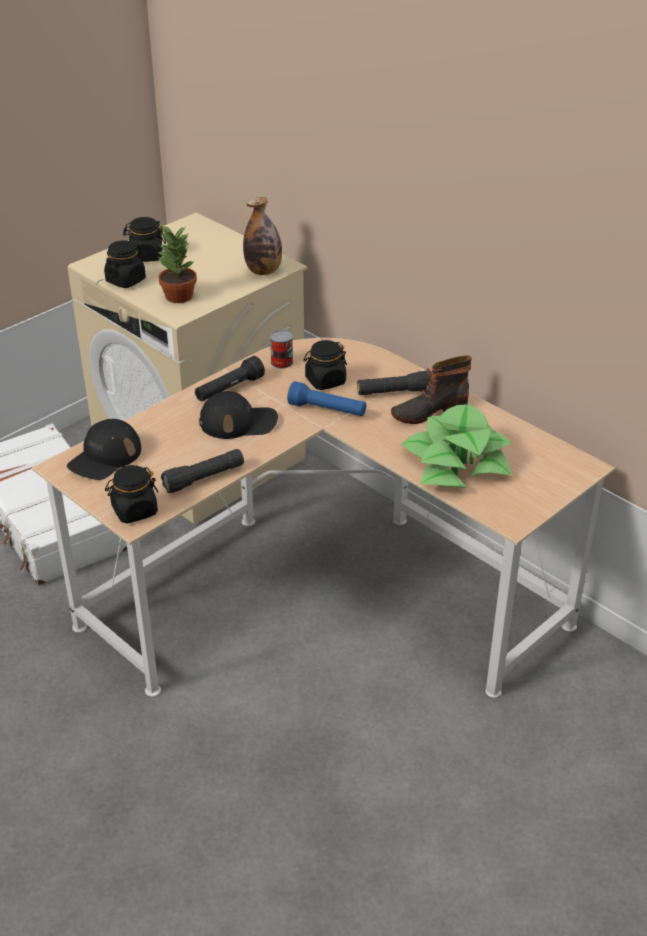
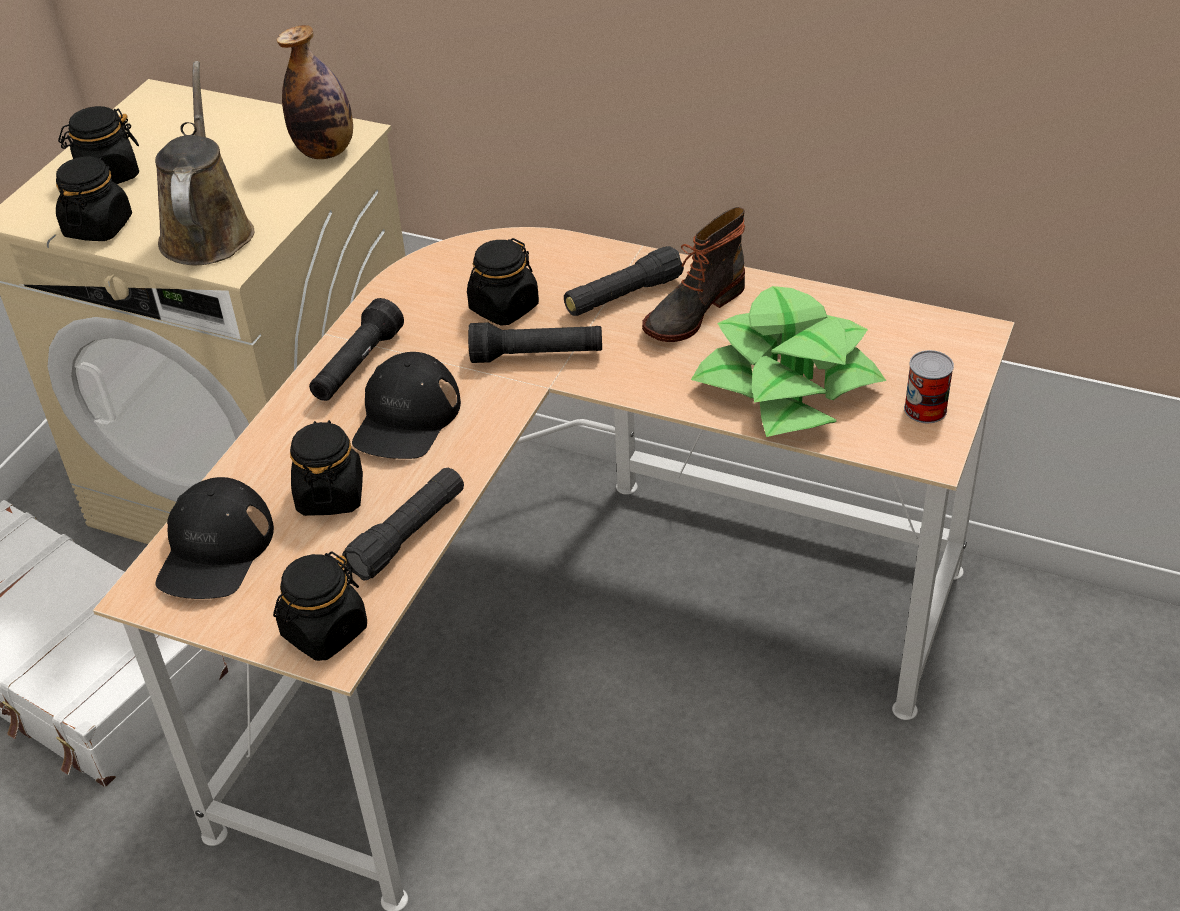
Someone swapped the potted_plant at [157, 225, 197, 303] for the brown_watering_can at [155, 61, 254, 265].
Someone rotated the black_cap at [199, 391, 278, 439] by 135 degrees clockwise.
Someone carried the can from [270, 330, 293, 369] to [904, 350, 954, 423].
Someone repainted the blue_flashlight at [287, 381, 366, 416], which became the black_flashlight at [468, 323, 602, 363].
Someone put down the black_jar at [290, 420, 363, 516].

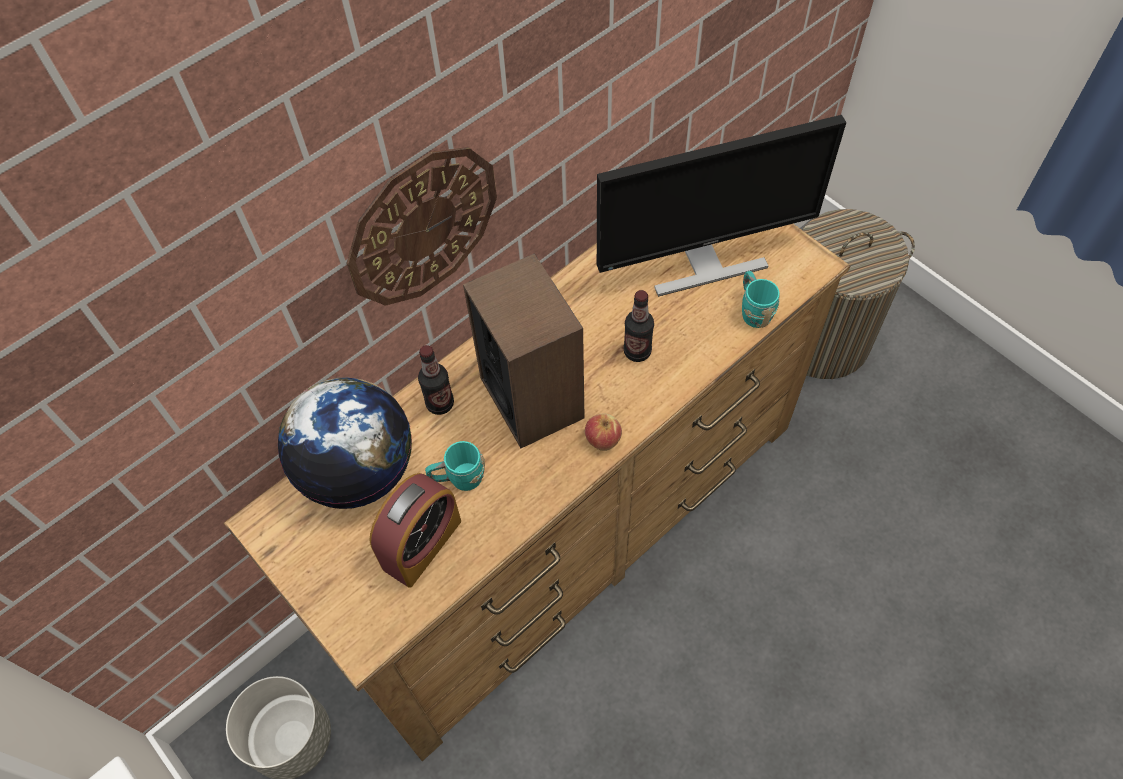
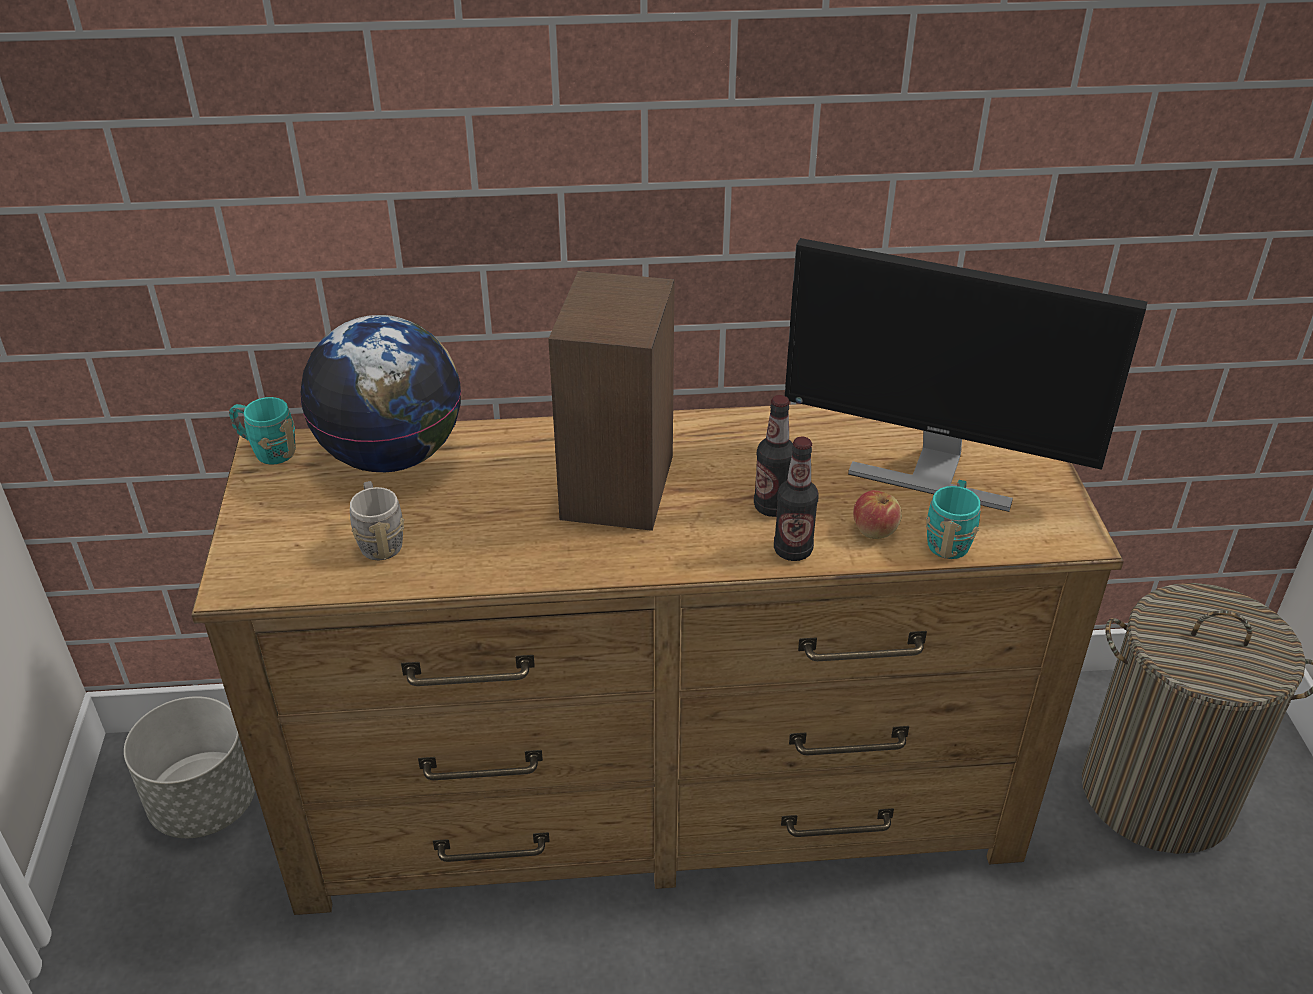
Someone took away the wall_clock at [346, 147, 497, 306].
Someone swapped the alarm_clock at [369, 473, 461, 587] for the grey_mug at [350, 481, 404, 561].
Someone carried the bottle from [418, 345, 454, 415] to [774, 437, 818, 561].
Someone carried the turquoise_mug from [425, 441, 485, 491] to [229, 397, 296, 465].
Someone carried the apple from [585, 414, 622, 451] to [853, 490, 902, 539].

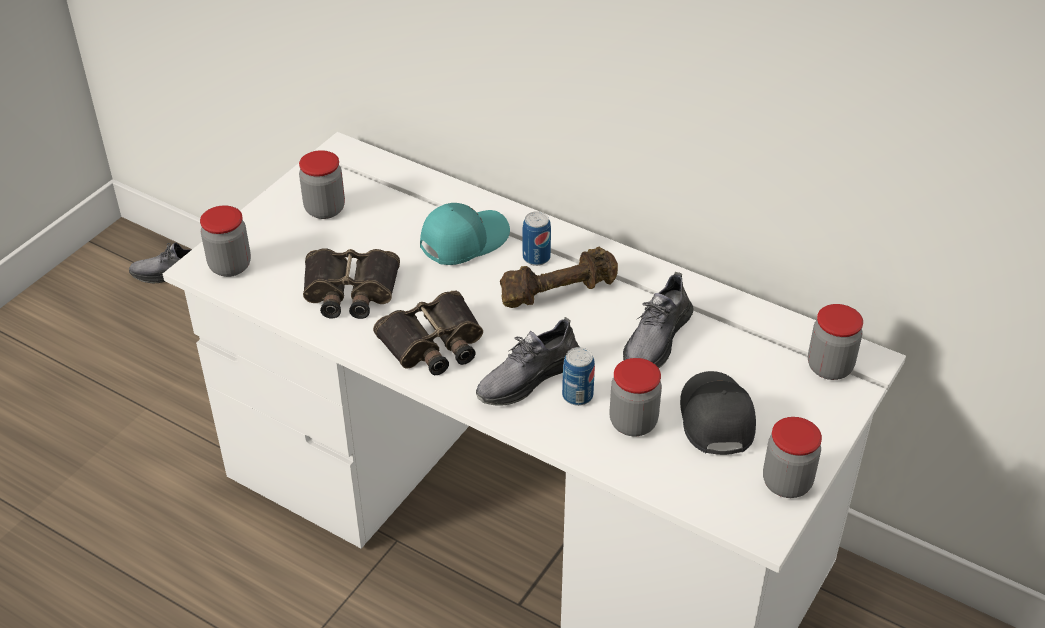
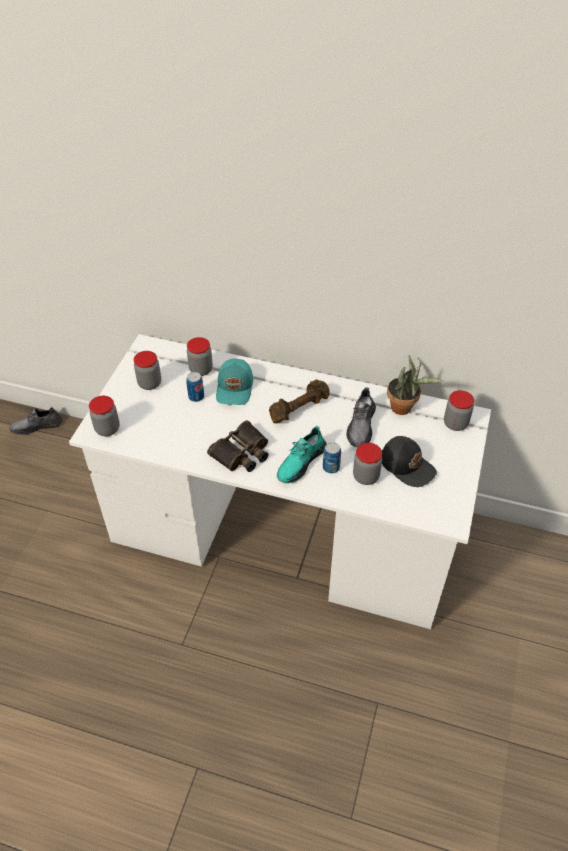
Someone took away the binoculars at [303, 248, 400, 319].
Someone rotated the turquoise_cap at [420, 203, 510, 265] by 150 degrees clockwise.
Someone repainted the grey_shoe at [476, 317, 580, 406], which became the turquoise_shoe at [277, 426, 327, 483].
Someone carried the can from [523, 211, 551, 266] to [186, 372, 204, 402].
Someone rotated the black_cap at [680, 371, 756, 455] by 150 degrees clockwise.
Someone carried the jar from [763, 417, 822, 498] to [187, 337, 213, 376].
Someone put down the potted_plant at [387, 355, 444, 415].

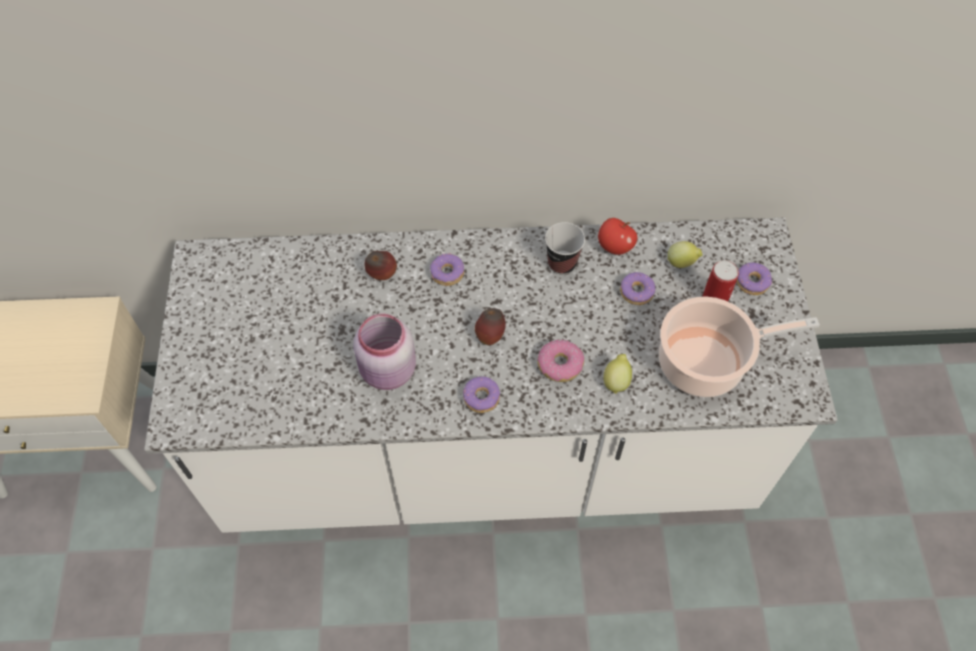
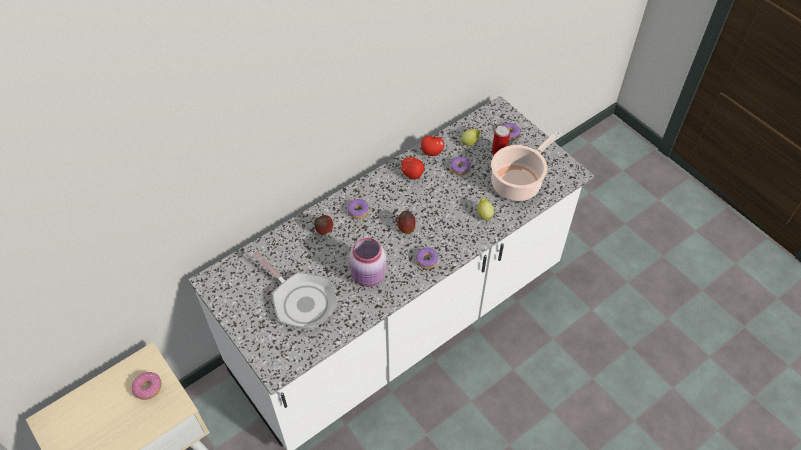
Someone carried the donut from [537, 340, 584, 382] to [132, 372, 162, 400].
Someone swapped the cup at [545, 222, 585, 275] for the apple at [401, 157, 424, 179].
Someone put down the frying_pan at [251, 251, 338, 330].

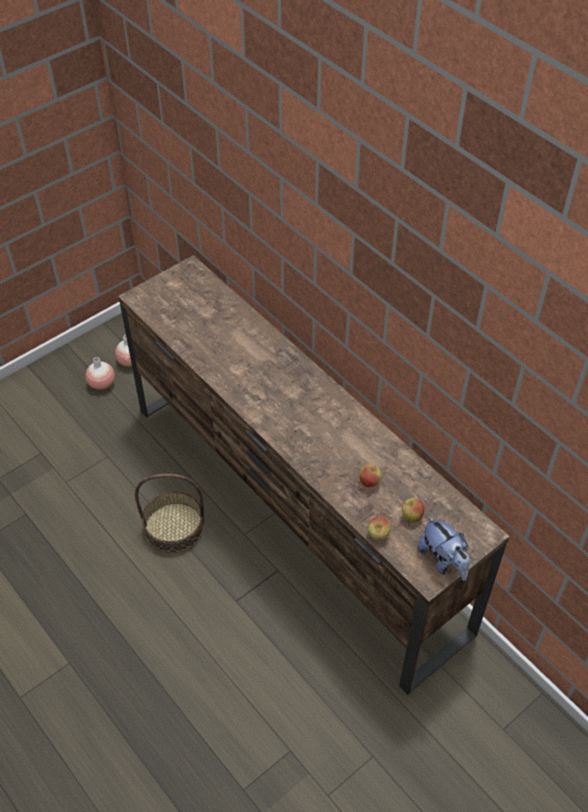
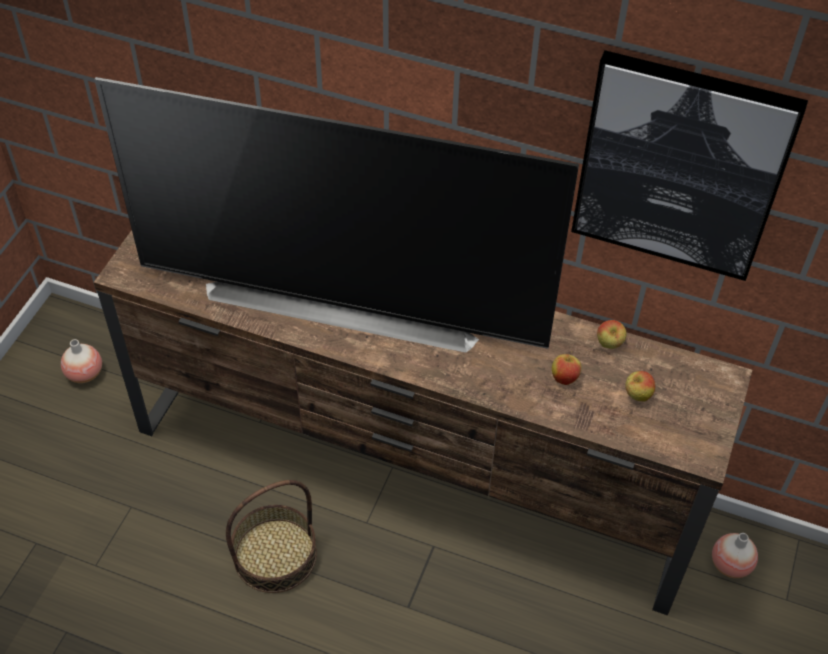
Someone carried the vase from [86, 357, 115, 390] to [712, 533, 758, 578].
Someone carried the apple from [368, 517, 391, 540] to [597, 320, 626, 349].
Someone took away the plush_toy at [417, 515, 470, 581].
Someone put down the television at [94, 77, 579, 353].
Someone put up the picture at [571, 50, 808, 281].

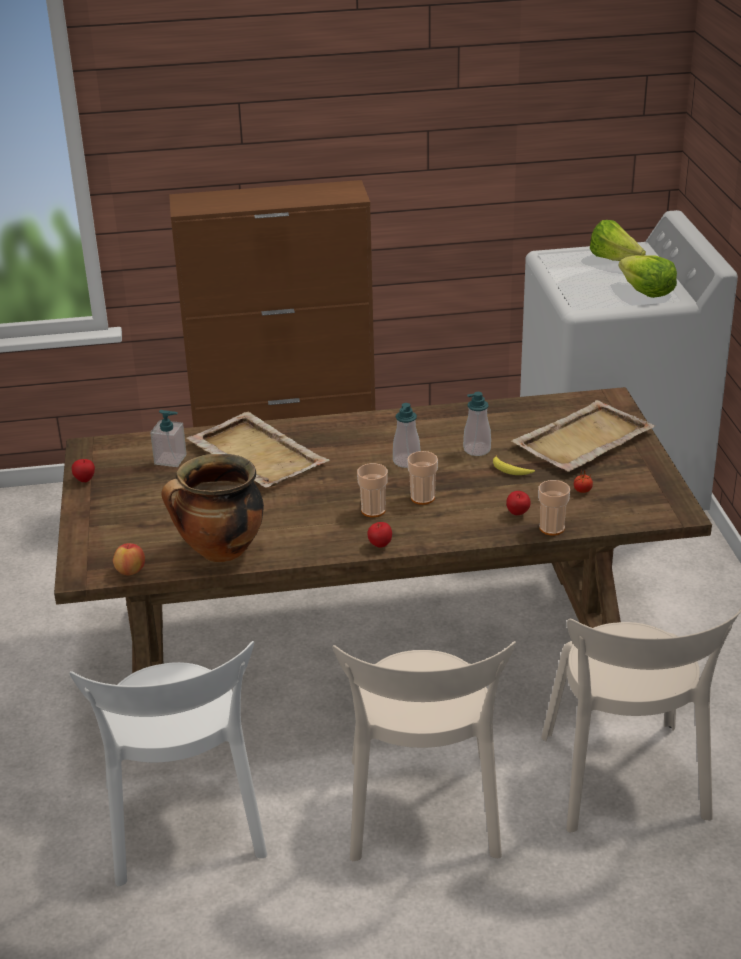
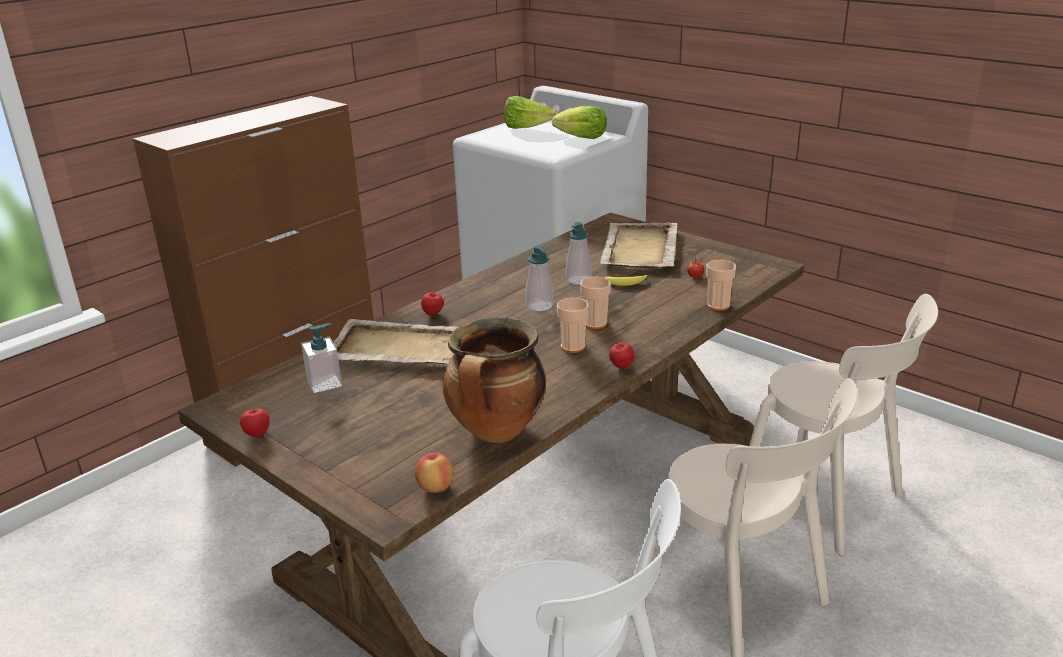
Someone carried the apple from [506, 491, 531, 515] to [421, 292, 444, 316].

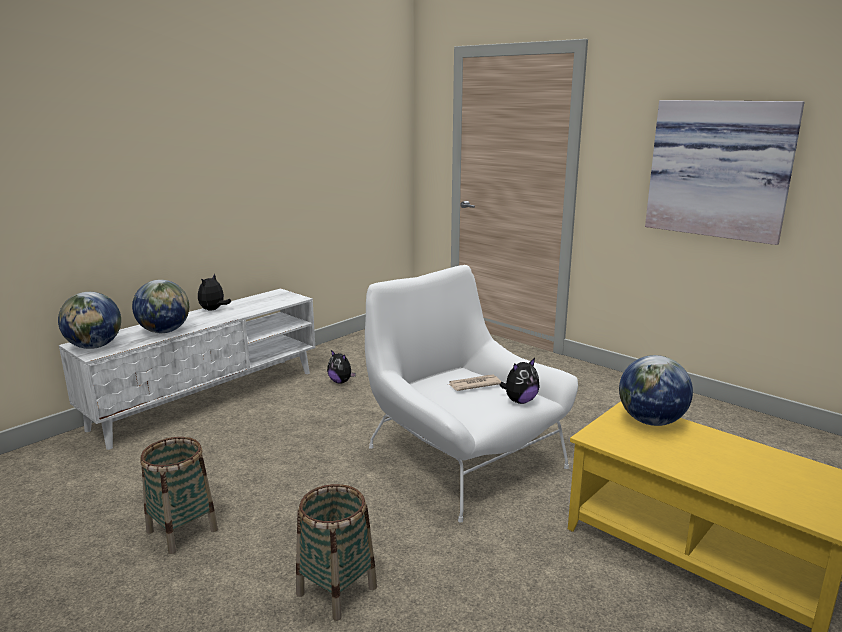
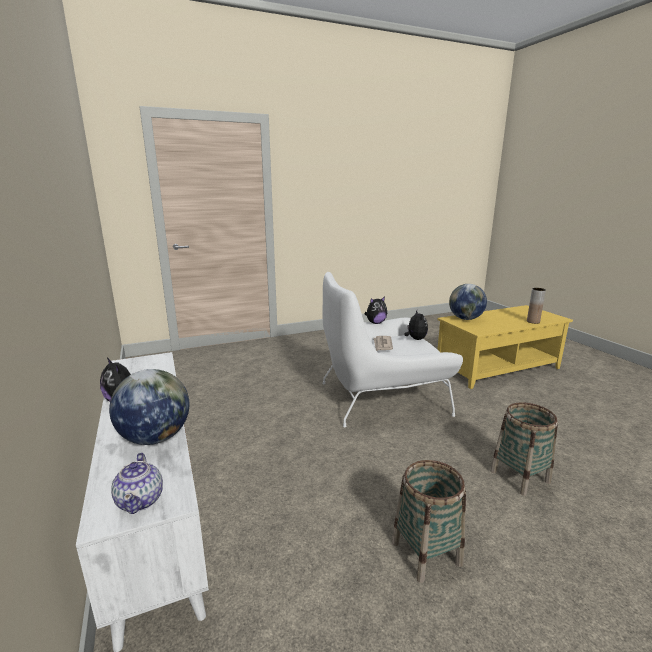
Someone swapped the globe at [58, 292, 121, 349] for the teapot at [111, 453, 163, 514].
Someone carried the plush_toy from [327, 350, 356, 384] to [364, 296, 387, 324].
Someone took away the picture at [645, 100, 805, 245].
Someone put down the brown_vase at [527, 288, 546, 324].

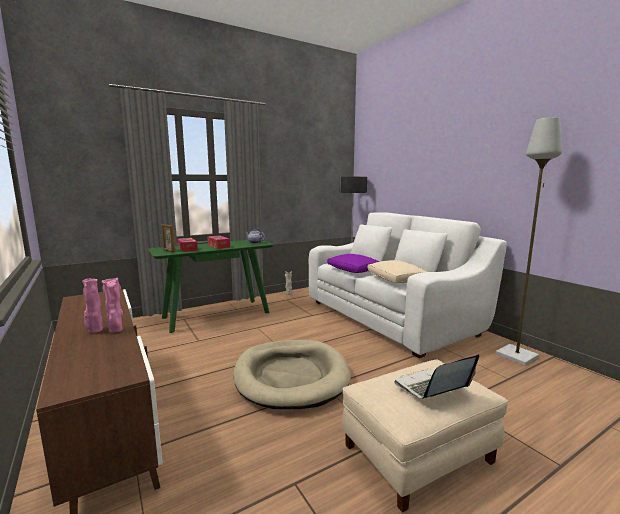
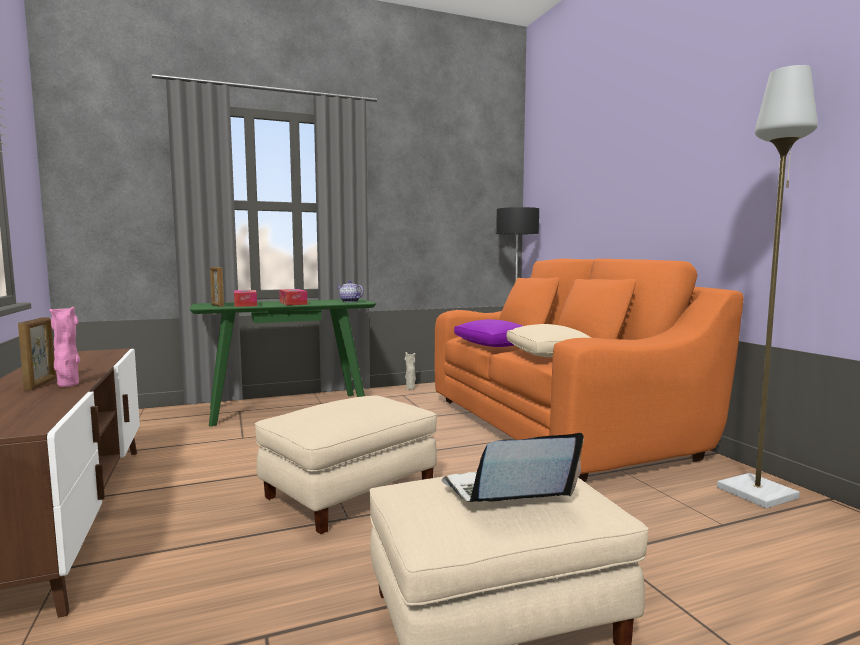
Someone swapped the pink_vase at [82, 279, 103, 333] for the picture_frame at [18, 317, 56, 390].
Someone swapped the beige_dog_bed at [233, 340, 351, 409] for the beige_ottoman at [255, 395, 437, 534].
Someone repainted the white_sofa at [309, 213, 507, 358], which became the orange_sofa at [435, 258, 744, 482].

